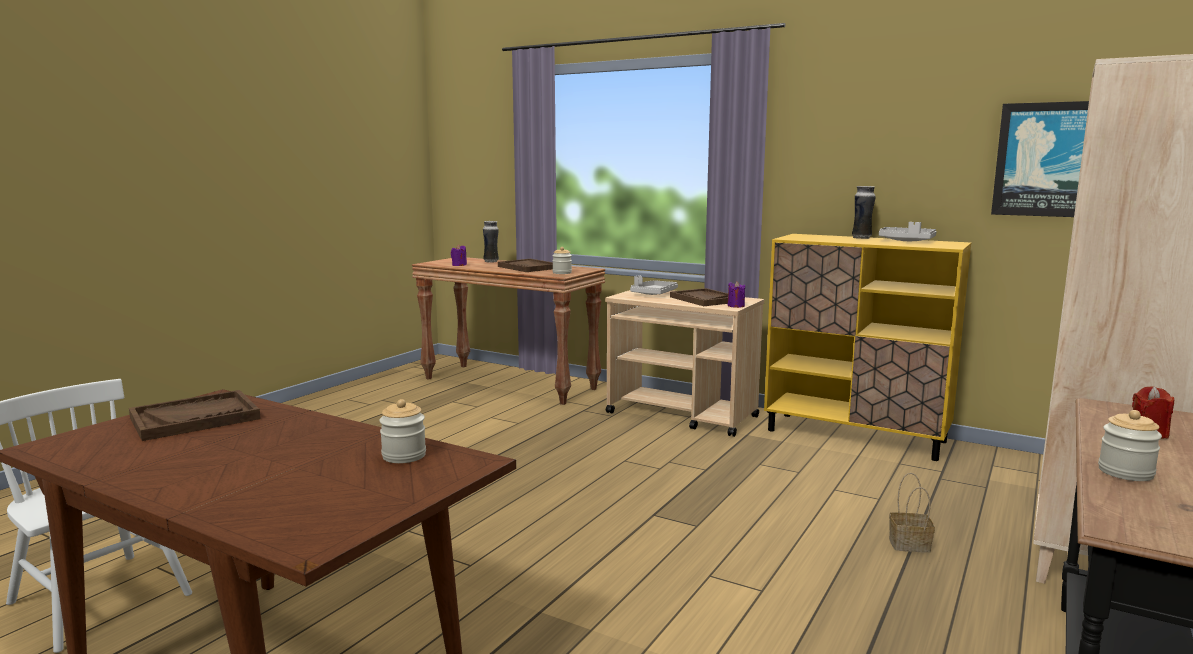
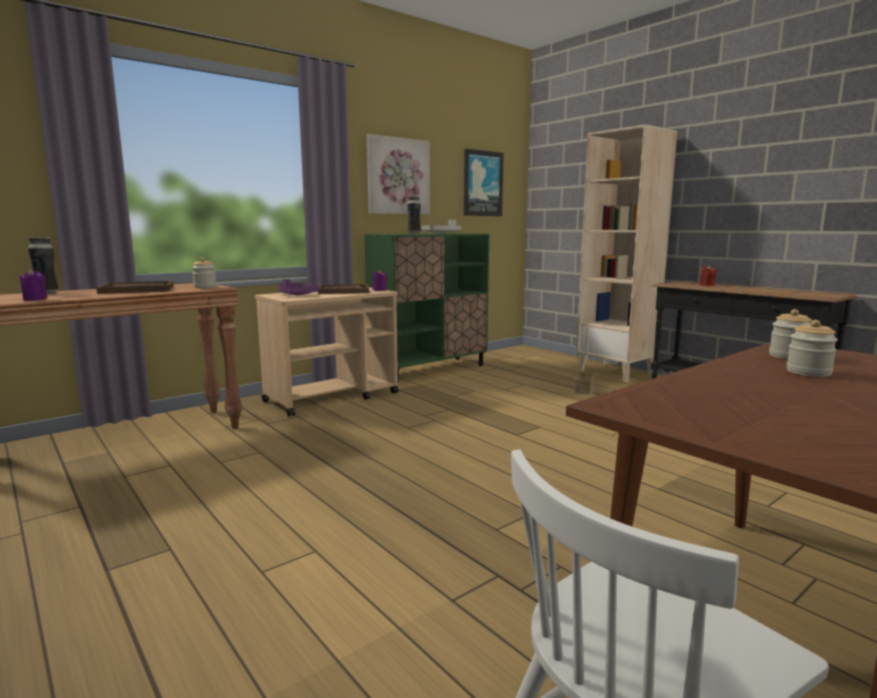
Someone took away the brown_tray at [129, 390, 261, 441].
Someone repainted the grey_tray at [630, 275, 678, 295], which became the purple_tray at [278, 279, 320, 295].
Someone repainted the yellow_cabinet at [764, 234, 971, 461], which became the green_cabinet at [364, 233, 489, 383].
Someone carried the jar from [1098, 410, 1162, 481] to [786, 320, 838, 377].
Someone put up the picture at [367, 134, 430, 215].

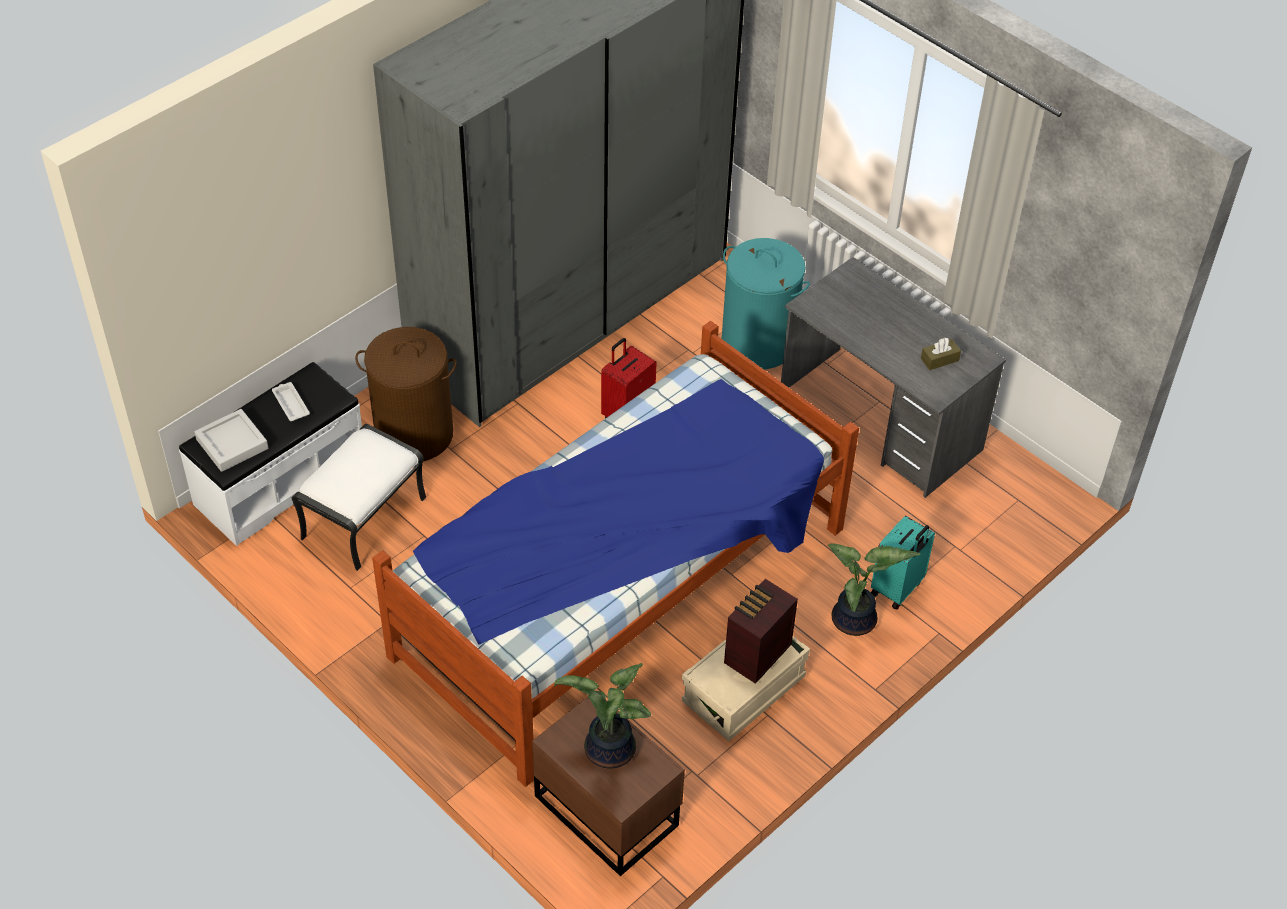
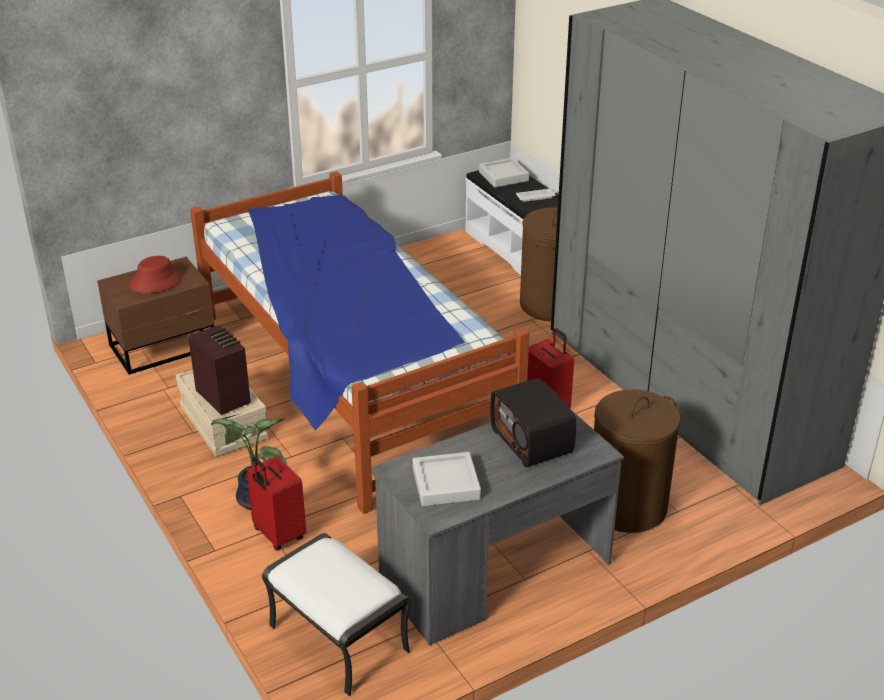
Someone carried the white_ottoman from [292, 424, 426, 571] to [262, 533, 411, 696].
Someone swapped the potted_plant at [554, 663, 651, 768] for the red_hat at [129, 256, 182, 293].
Someone repainted the turquoise_laundry_basket at [722, 238, 810, 369], which became the brown_laundry_basket at [594, 389, 681, 533].
Someone repainted the turquoise_suitcase at [871, 515, 935, 610], which became the red_suitcase at [246, 456, 306, 551].
Someone swapped the brown_tissue_box at [921, 338, 961, 370] for the grey_tray at [413, 452, 481, 506].
Someone put down the radio at [490, 378, 576, 467].

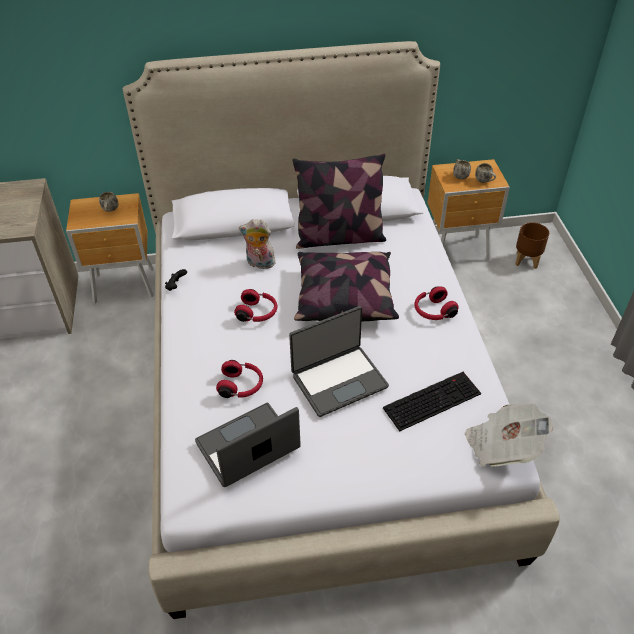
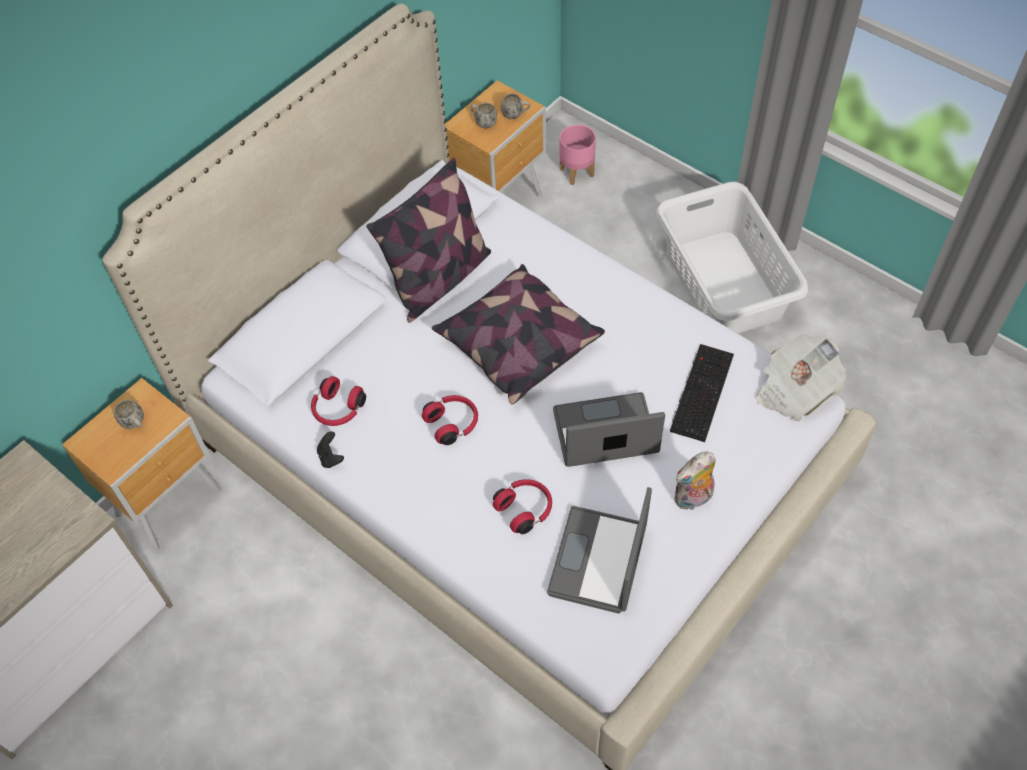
Someone carried the plush_toy from [239, 219, 275, 269] to [675, 452, 716, 510].
Someone rotated the laptop at [289, 306, 389, 417] by 120 degrees counterclockwise.
Someone carried the red_headphones from [414, 286, 459, 320] to [311, 376, 366, 426].
Someone repainted the brown_planter at [515, 222, 549, 269], which became the pink_planter at [560, 125, 596, 185].
Someone put down the white_laundry_basket at [656, 182, 808, 333].

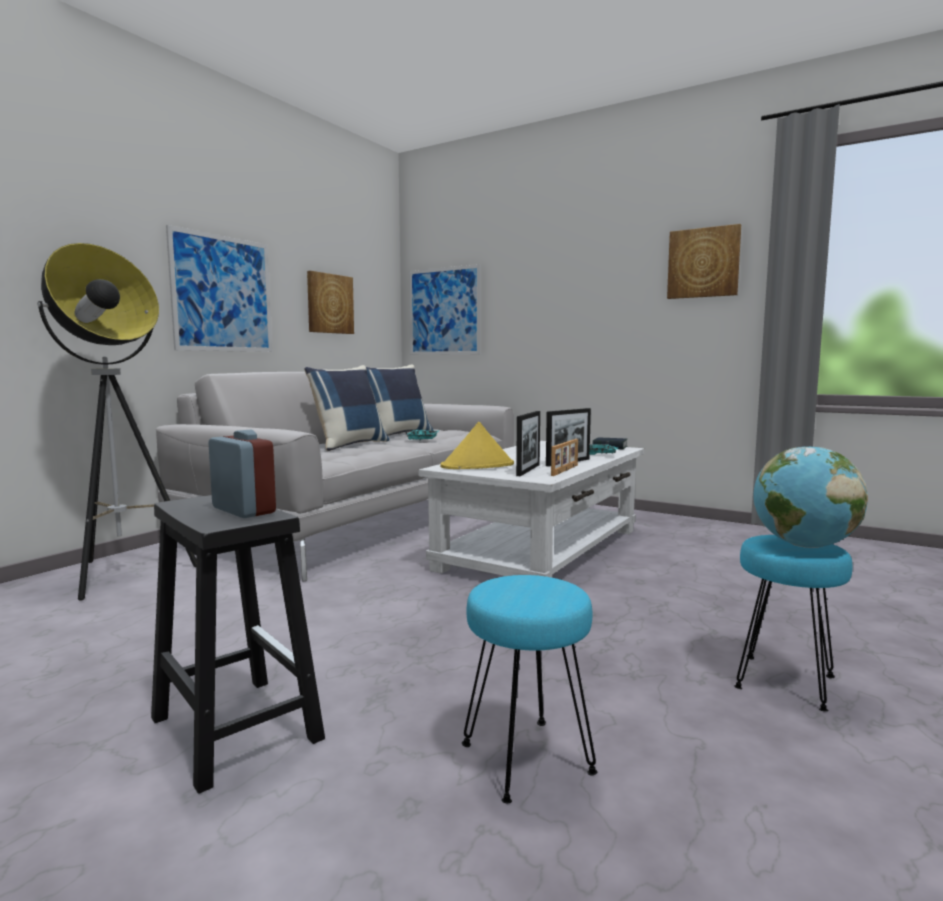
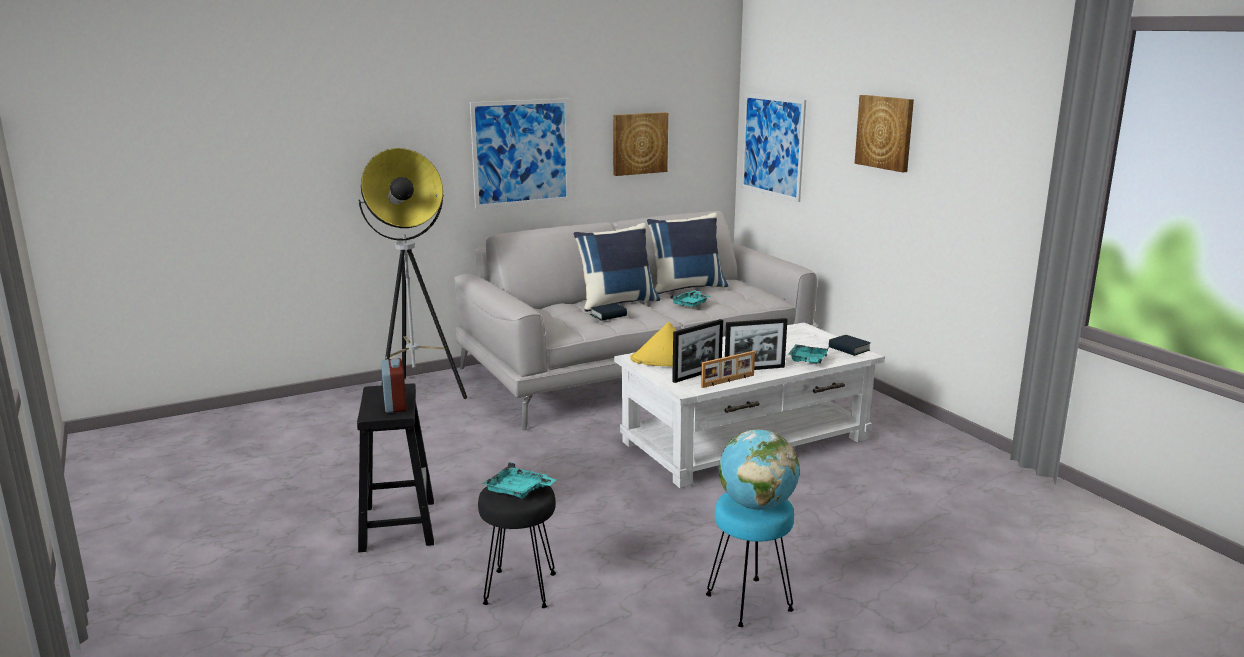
Someone repainted the turquoise_stool at [462, 575, 597, 803], which became the black_stool at [478, 485, 556, 608].
Someone carried the picture from [667, 224, 741, 299] to [855, 95, 914, 172].
Someone put down the turquoise_tray at [482, 462, 557, 498].
Someone put down the book at [590, 303, 627, 321].

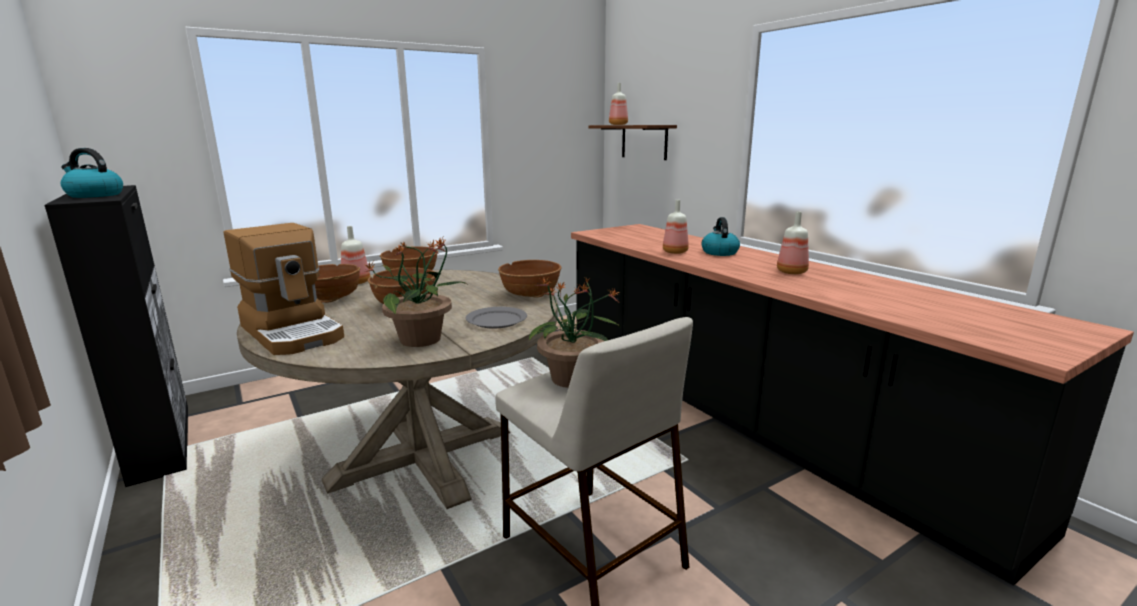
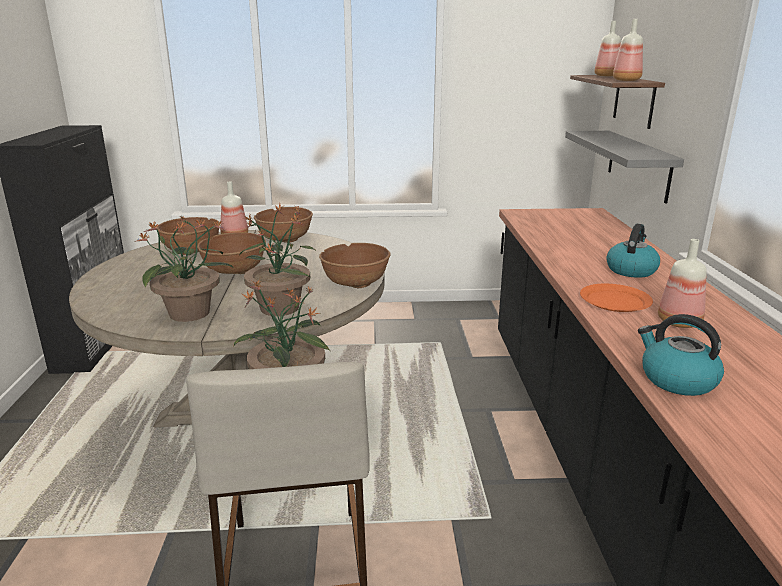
Someone carried the kettle from [61, 148, 123, 198] to [638, 314, 724, 396].
Someone took away the coffee_machine at [223, 223, 344, 355].
Someone swapped the grey_plate at [466, 307, 527, 328] for the potted_plant at [239, 204, 316, 316].
Someone carried the bottle from [663, 200, 689, 254] to [613, 19, 643, 81].
Someone put up the grey_shelf at [565, 131, 684, 204].
Someone put down the orange_plate at [580, 284, 653, 312].

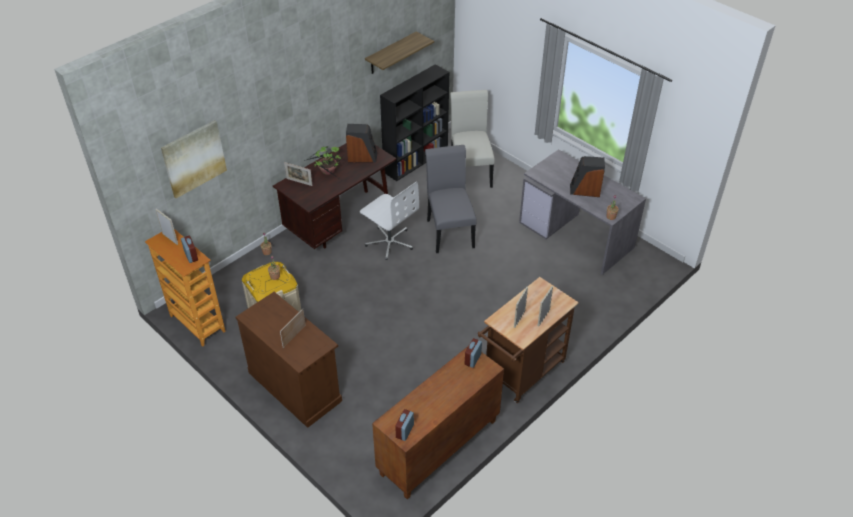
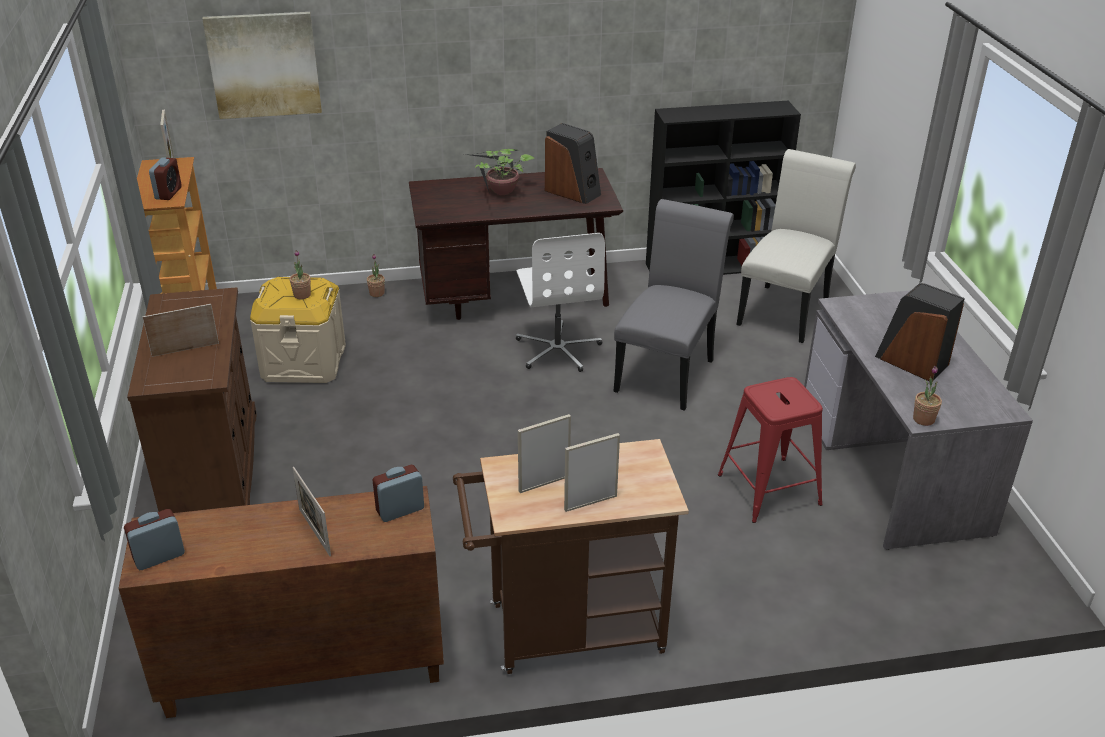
Someone carried the picture_frame from [284, 162, 312, 186] to [292, 467, 331, 556].
Someone took away the shelf at [365, 32, 434, 74].
Someone put down the red_stool at [718, 377, 823, 523].

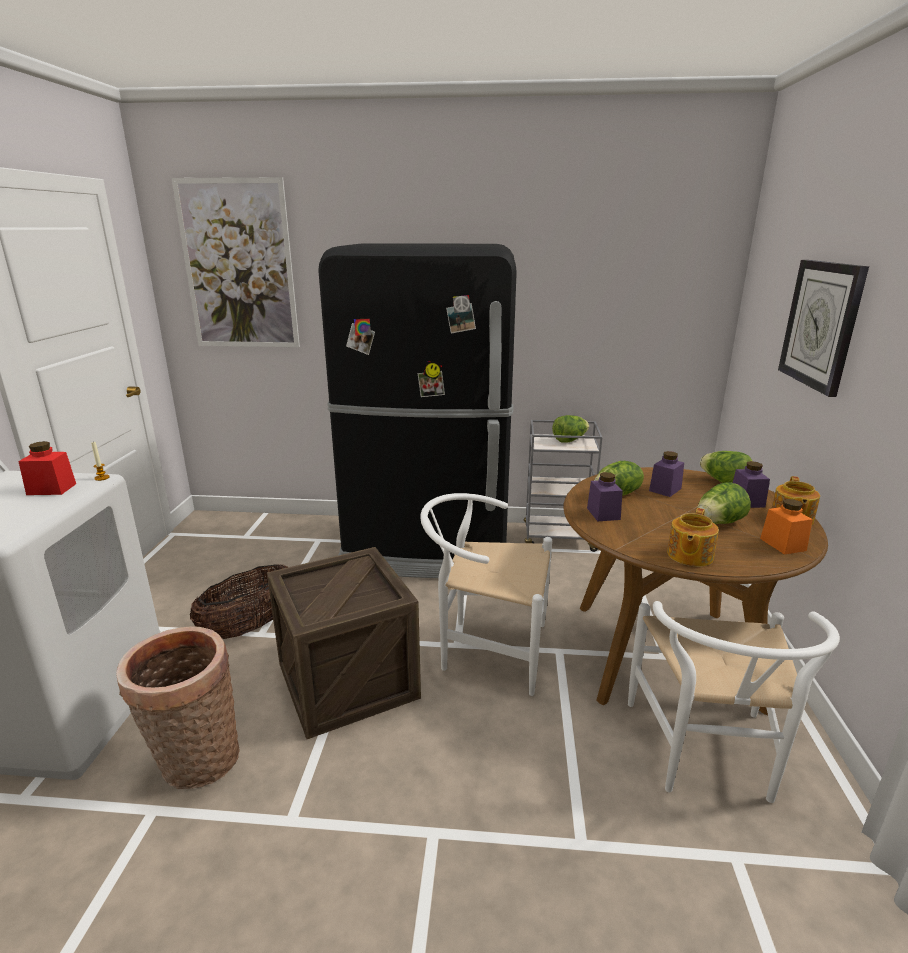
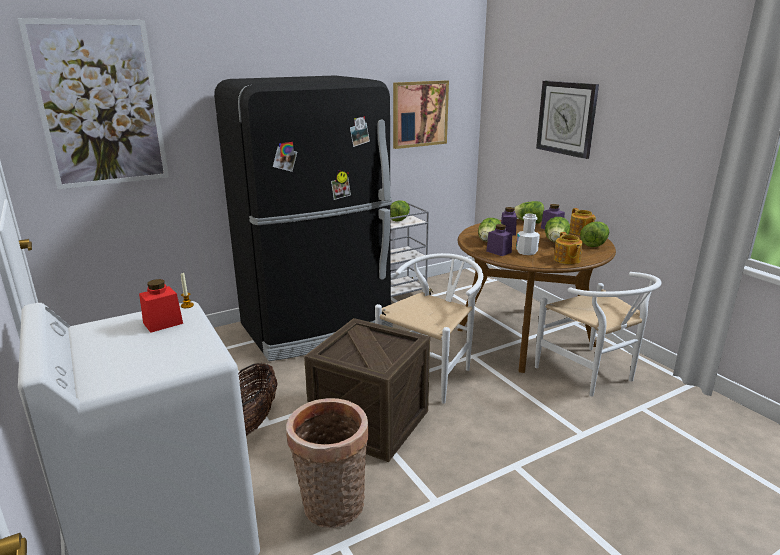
Someone rotated the white_chair at [420, 493, 552, 696] by 150 degrees clockwise.
Someone swapped the orange_jar at [760, 499, 813, 555] for the lettuce at [580, 222, 609, 247].
Someone put up the picture at [393, 80, 449, 149].
Someone put down the white_bottle at [516, 214, 540, 255].

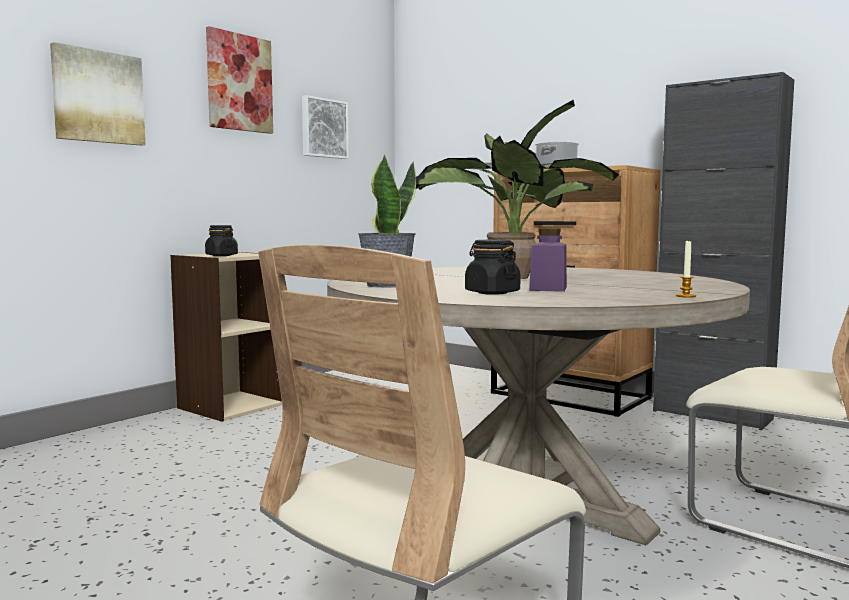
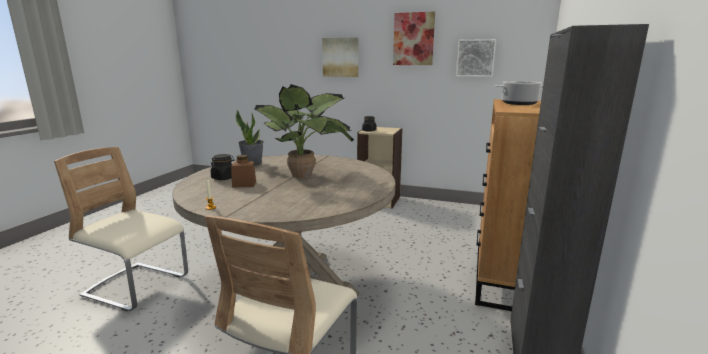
Someone repainted the purple_jar at [529, 228, 567, 292], which became the brown_jar at [231, 155, 256, 188].

